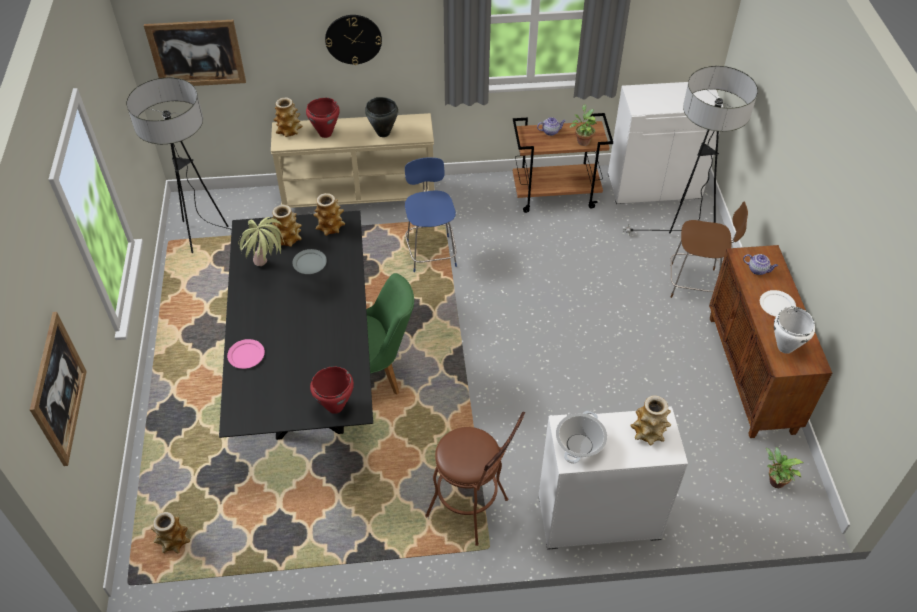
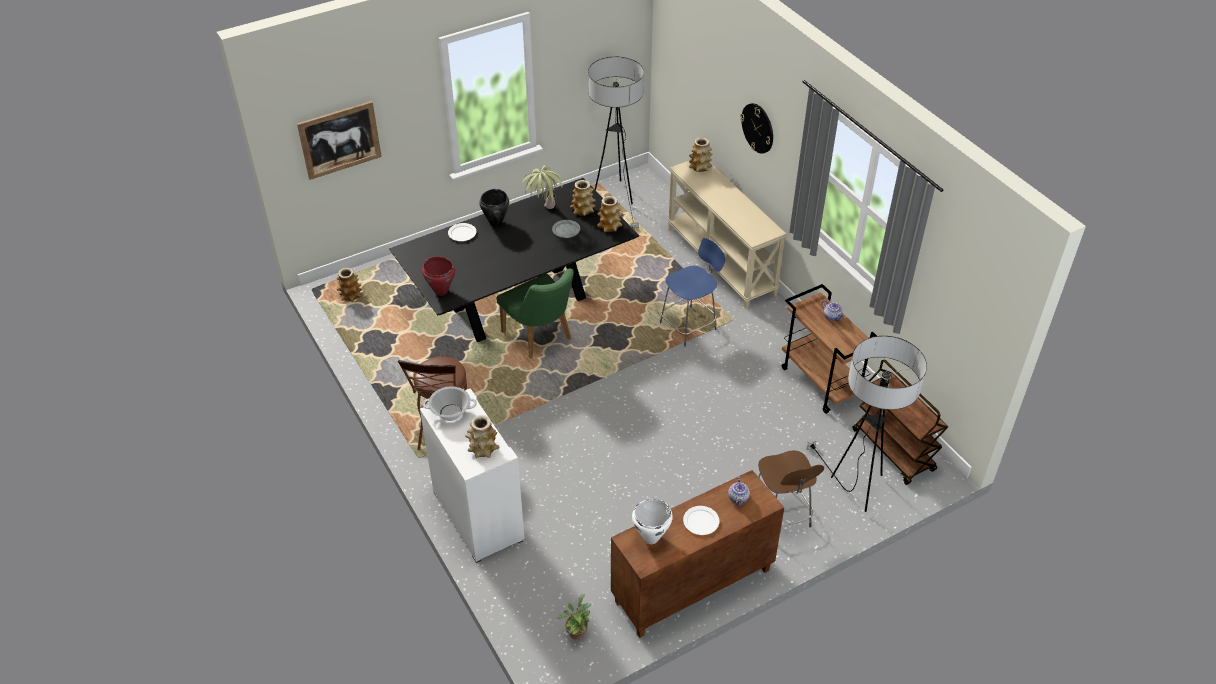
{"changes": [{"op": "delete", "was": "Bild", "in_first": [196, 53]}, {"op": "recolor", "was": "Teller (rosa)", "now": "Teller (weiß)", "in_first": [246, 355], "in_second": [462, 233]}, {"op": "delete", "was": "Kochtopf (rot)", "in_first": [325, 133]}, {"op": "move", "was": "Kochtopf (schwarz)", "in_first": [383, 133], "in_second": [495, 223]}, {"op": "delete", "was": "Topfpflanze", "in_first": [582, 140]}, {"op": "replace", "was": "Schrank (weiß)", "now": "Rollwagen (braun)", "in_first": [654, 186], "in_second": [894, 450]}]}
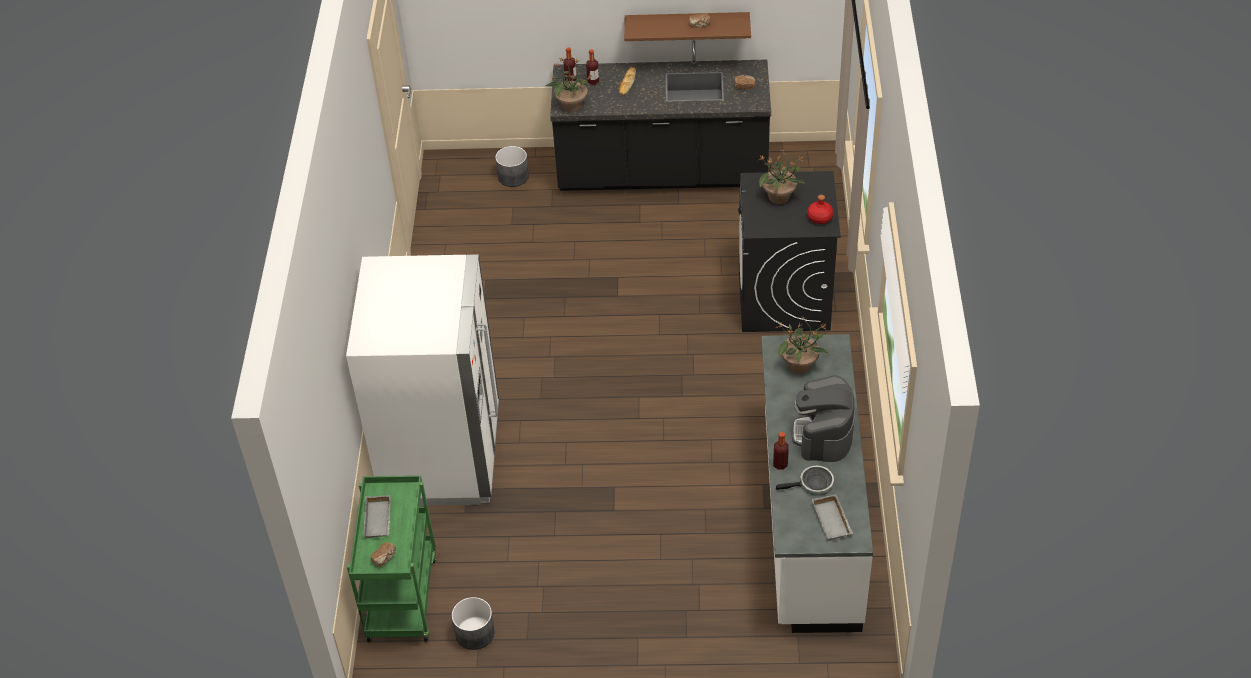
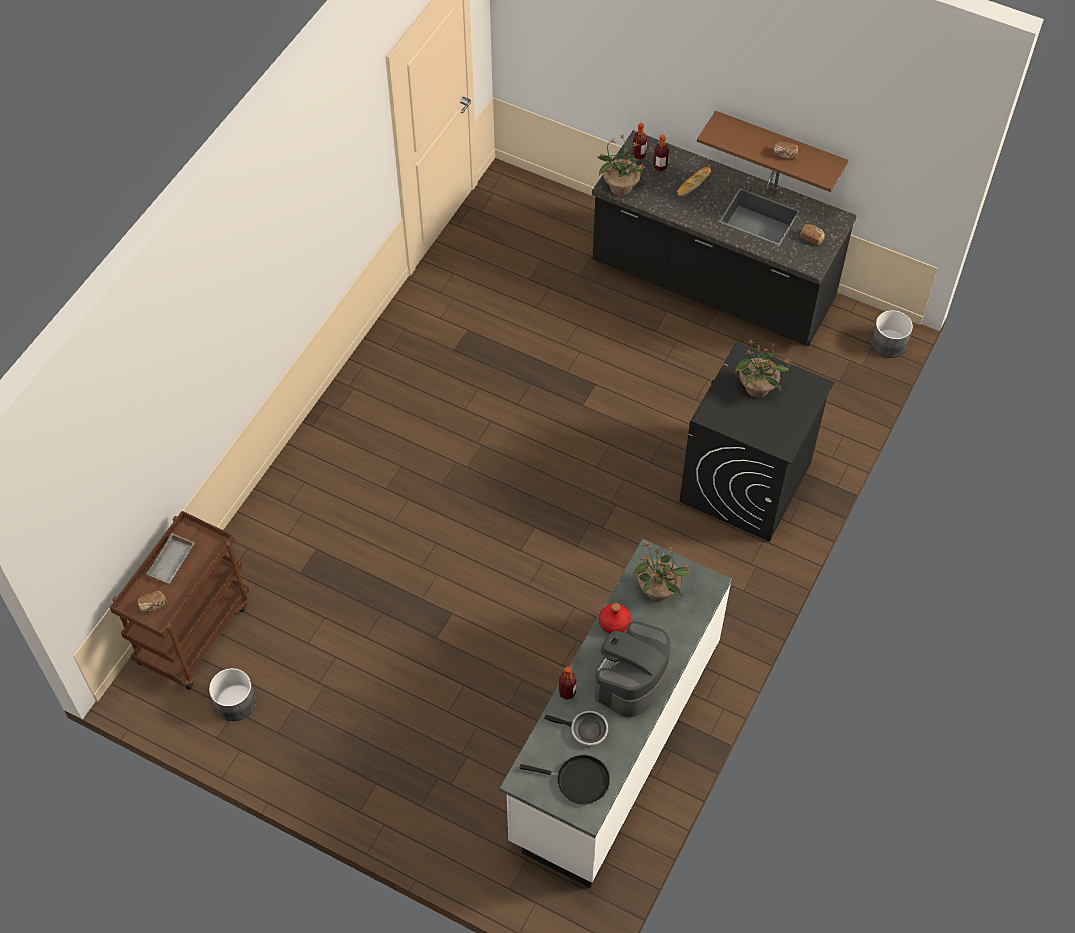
{"changes": [{"op": "delete", "was": "Kühlschrank (weiß)", "in_first": [442, 455]}, {"op": "recolor", "was": "Rollwagen (grün)", "now": "Rollwagen (braun)", "in_first": [401, 596], "in_second": [194, 631]}, {"op": "move", "was": "Pflanzkübel (grau)", "in_first": [513, 177], "in_second": [888, 344]}, {"op": "move", "was": "Flasche (rot)", "in_first": [820, 217], "in_second": [614, 622]}, {"op": "replace", "was": "Tablett (grau)", "now": "Pfanne (schwarz)", "in_first": [833, 520], "in_second": [578, 780]}]}
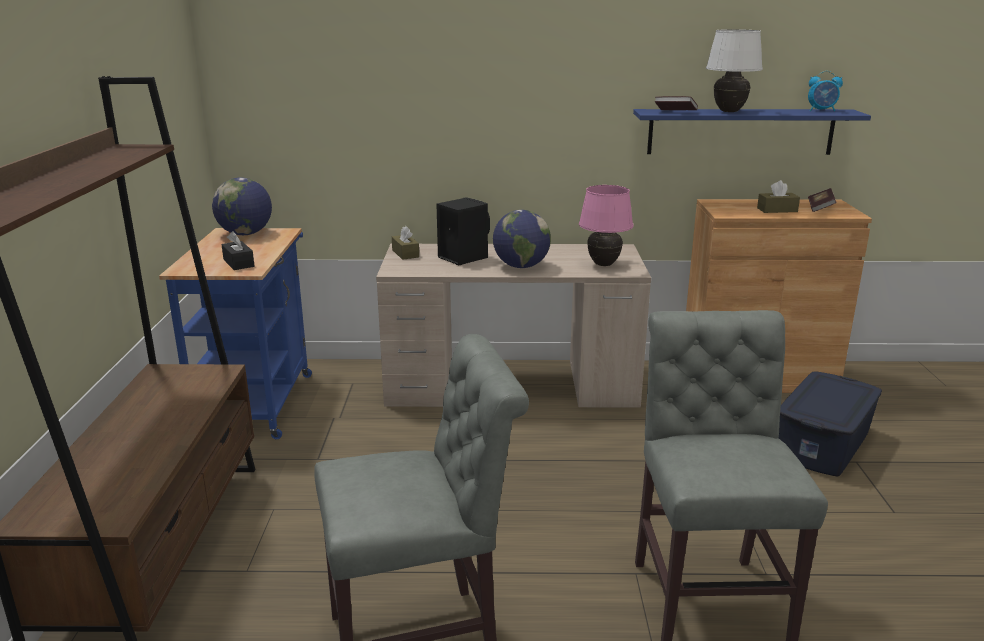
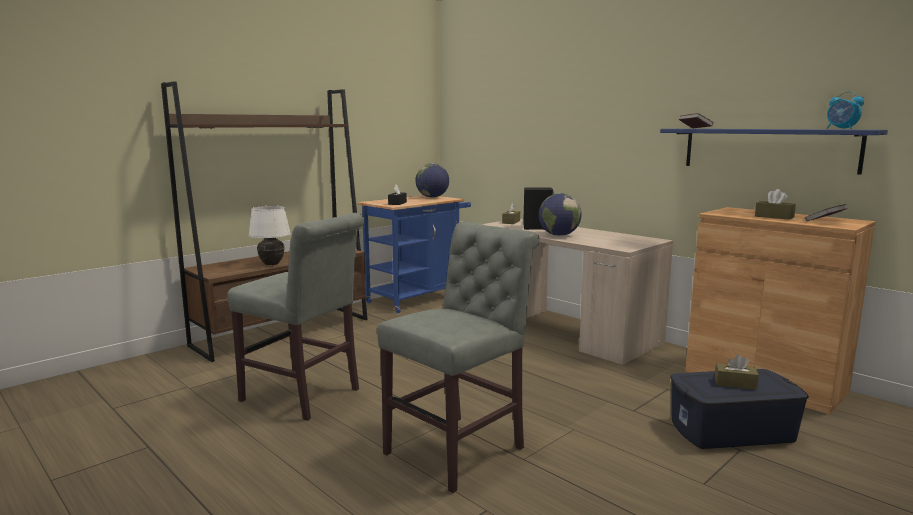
{"changes": [{"op": "delete", "was": "Tischlampe (rosa)", "in_first": [604, 264]}, {"op": "move", "was": "Tischlampe (weiß)", "in_first": [729, 112], "in_second": [272, 264]}, {"op": "insert", "now": "Taschentuchbox (braun)", "in_second": [735, 384]}]}
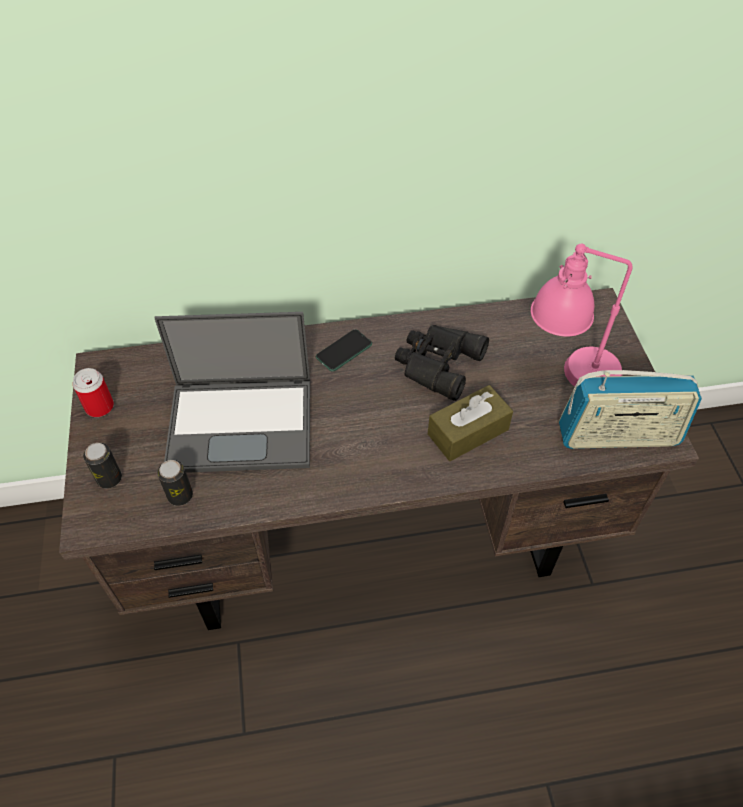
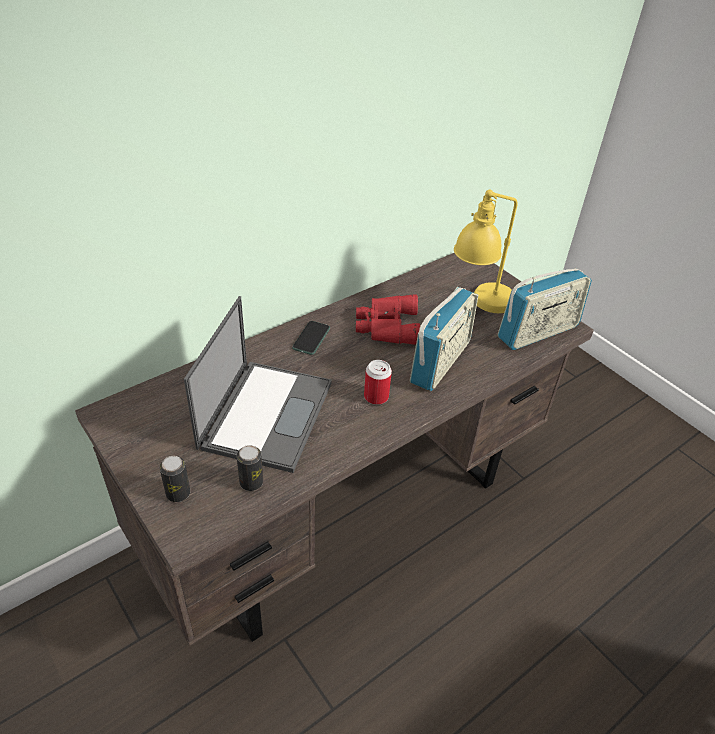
{"changes": [{"op": "move", "was": "Dose", "in_first": [99, 407], "in_second": [376, 397]}, {"op": "rotate", "was": "Laptop", "in_first": [243, 423], "in_second": [266, 413], "clockwise": -45}, {"op": "recolor", "was": "Fernglas (schwarz)", "now": "Fernglas (rot)", "in_first": [436, 363], "in_second": [386, 326]}, {"op": "replace", "was": "Taschentuchbox (braun)", "now": "Radio", "in_first": [468, 432], "in_second": [440, 362]}, {"op": "recolor", "was": "Tischlampe (rosa)", "now": "Tischlampe (gelb)", "in_first": [568, 375], "in_second": [480, 306]}]}
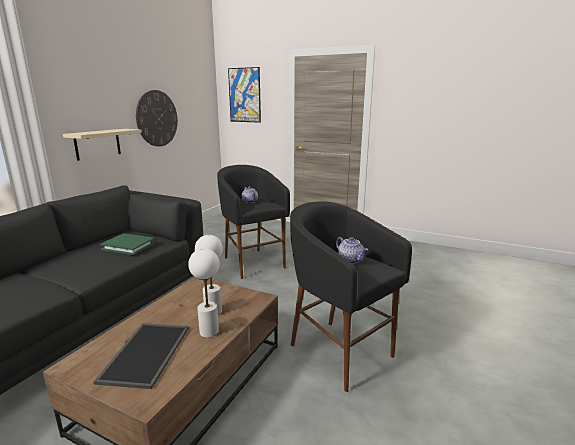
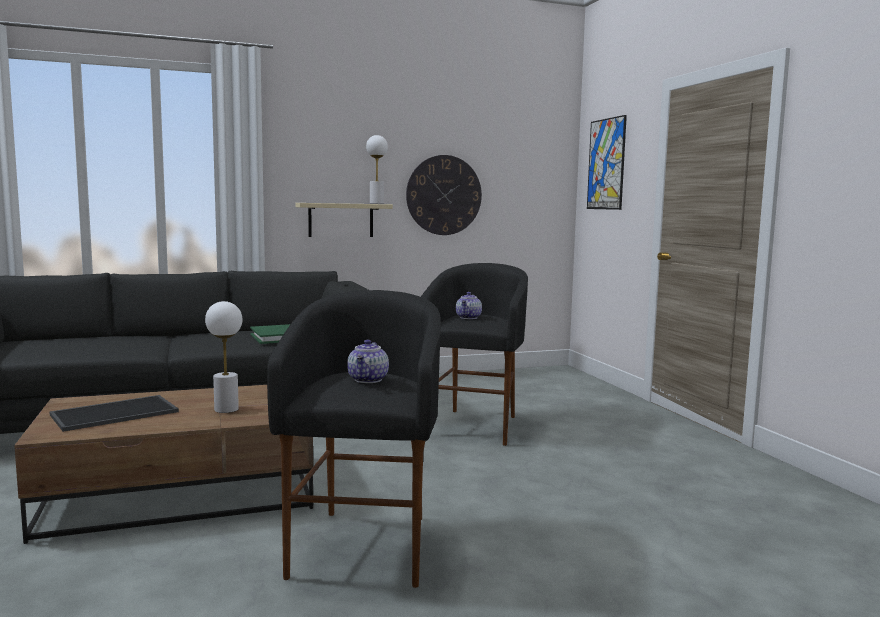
{"changes": [{"op": "move", "was": "Tischlampe (weiß)", "in_first": [209, 331], "in_second": [377, 203]}]}
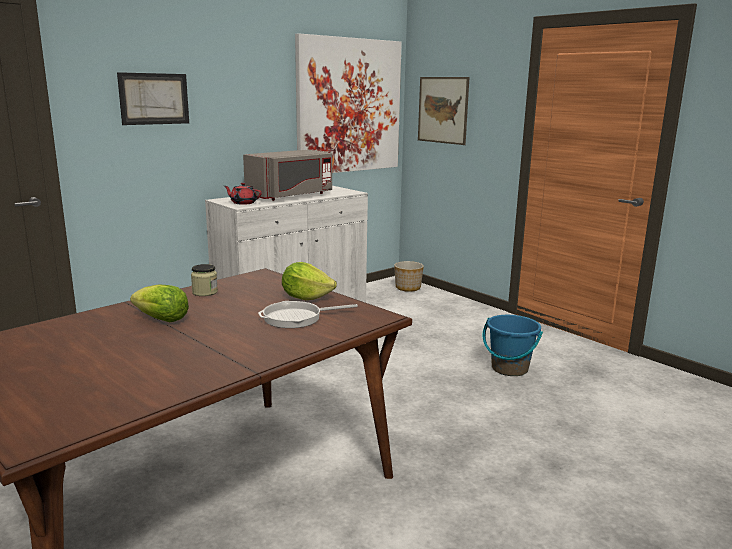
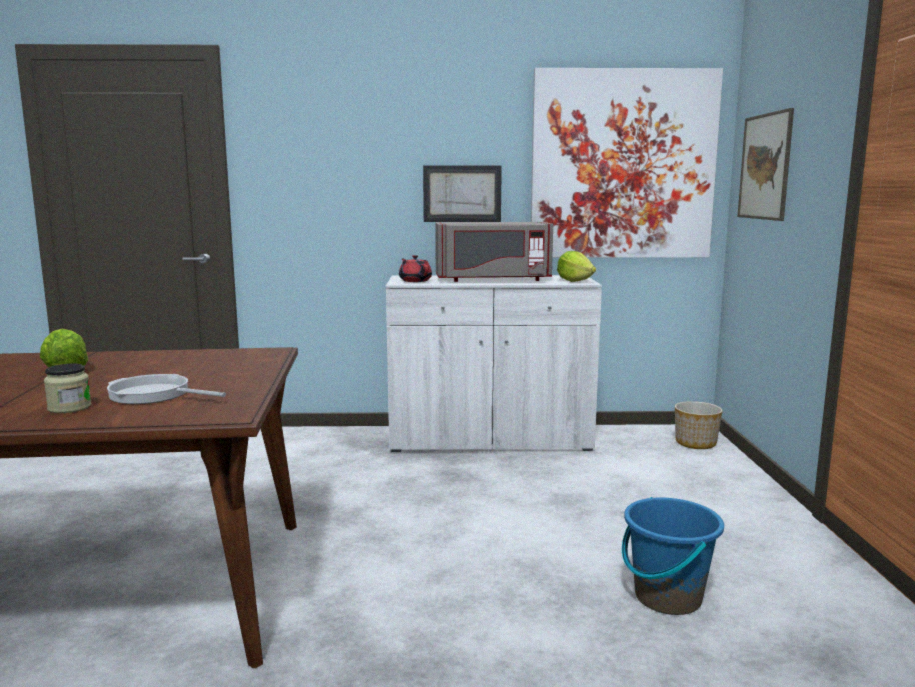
{"changes": [{"op": "move", "was": "Bild", "in_first": [154, 99], "in_second": [462, 193]}, {"op": "move", "was": "Vorratsglas", "in_first": [205, 292], "in_second": [69, 408]}, {"op": "move", "was": "Salatkopf", "in_first": [306, 297], "in_second": [575, 281]}]}
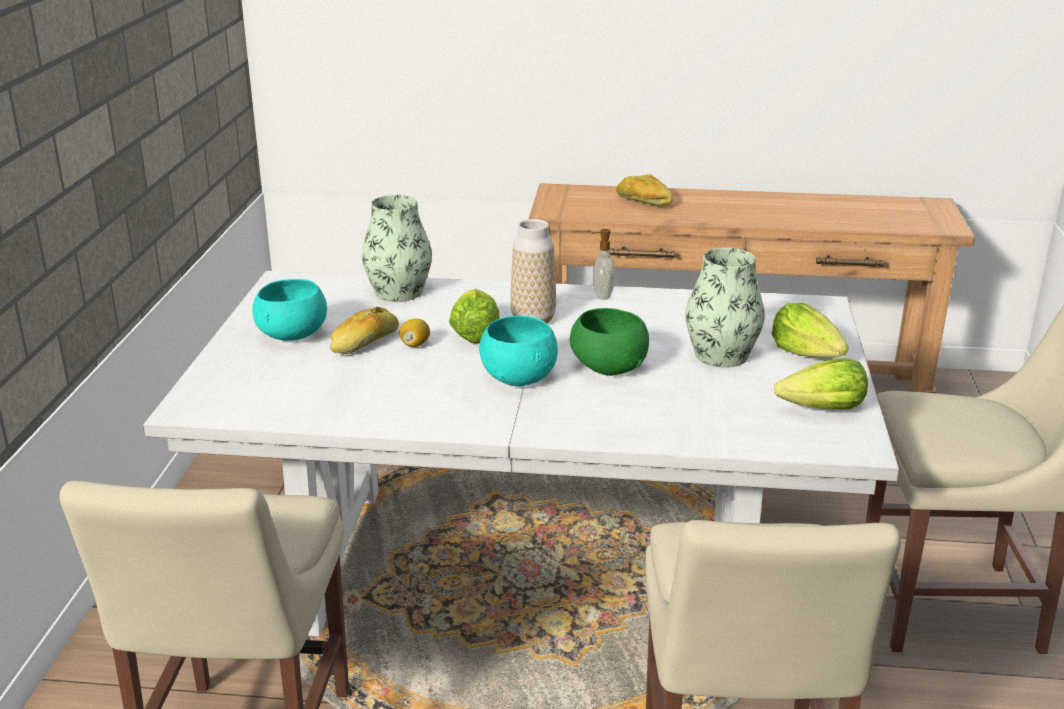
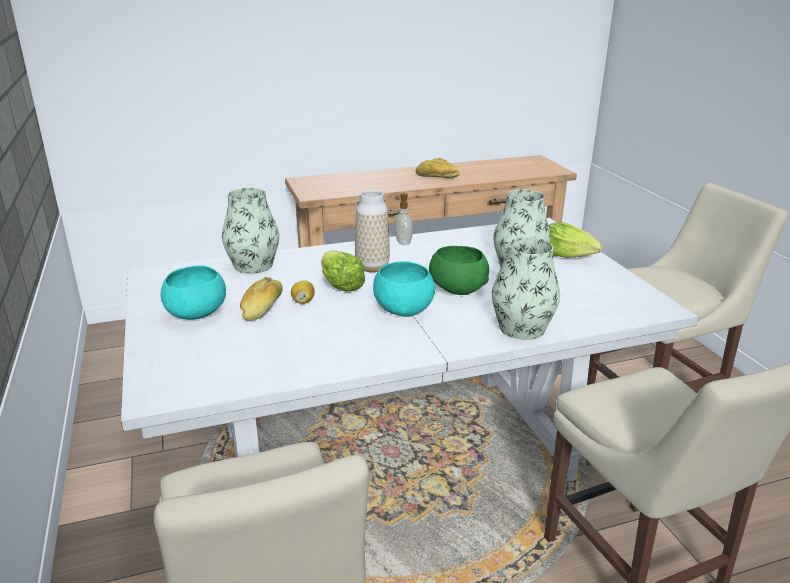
{"changes": [{"op": "move", "was": "Brot", "in_first": [643, 201], "in_second": [437, 177]}, {"op": "delete", "was": "Salatkopf", "in_first": [823, 409]}, {"op": "insert", "now": "Vase", "in_second": [522, 328]}]}
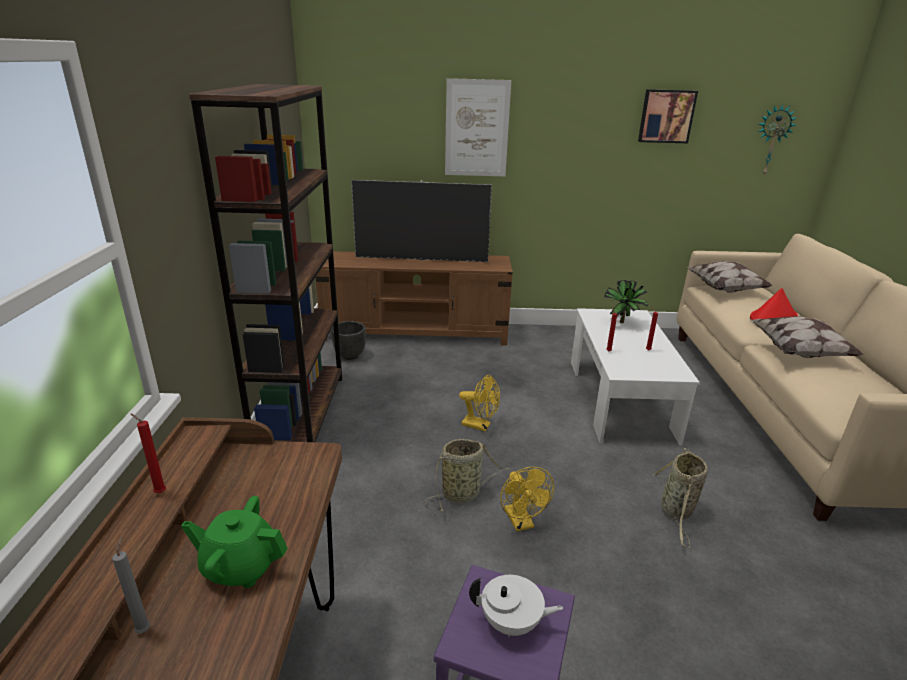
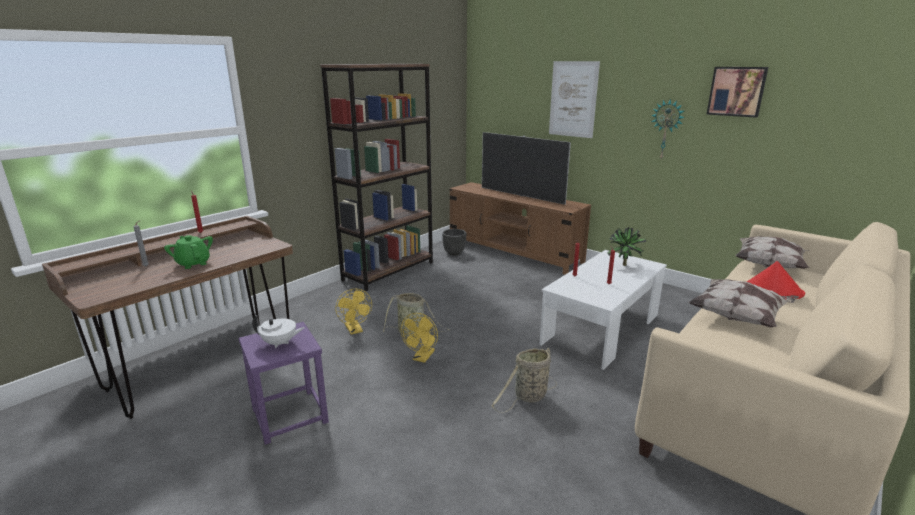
{"changes": [{"op": "move", "was": "Ventilator (gelb)", "in_first": [480, 425], "in_second": [355, 330]}, {"op": "rotate", "was": "Teekanne (weiß)", "in_first": [511, 623], "in_second": [280, 343], "clockwise": -45}, {"op": "move", "was": "Wanduhr", "in_first": [771, 140], "in_second": [666, 129]}]}
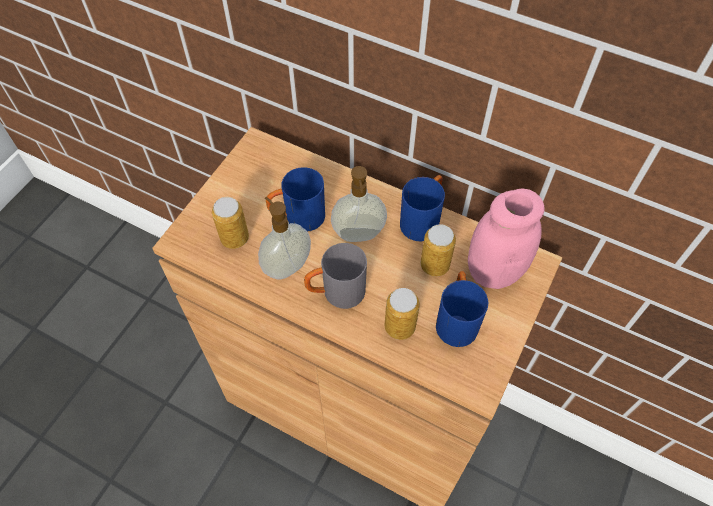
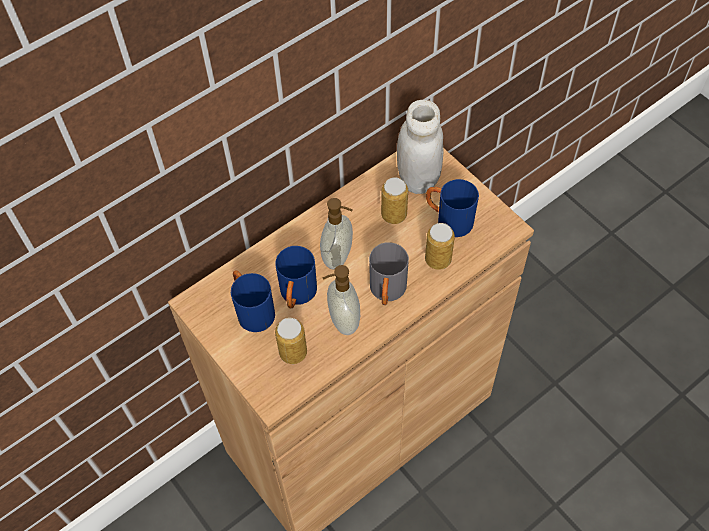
{"changes": [{"op": "move", "was": "Henkelbecher (blau)", "in_first": [423, 220], "in_second": [252, 310]}, {"op": "recolor", "was": "Vorratsglas (rosa)", "now": "Vorratsglas (weiß)", "in_first": [494, 271], "in_second": [418, 179]}]}
